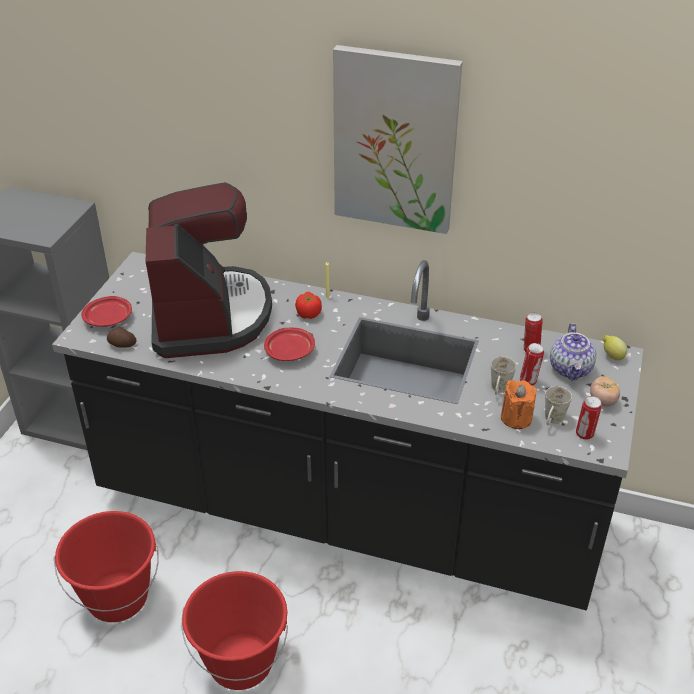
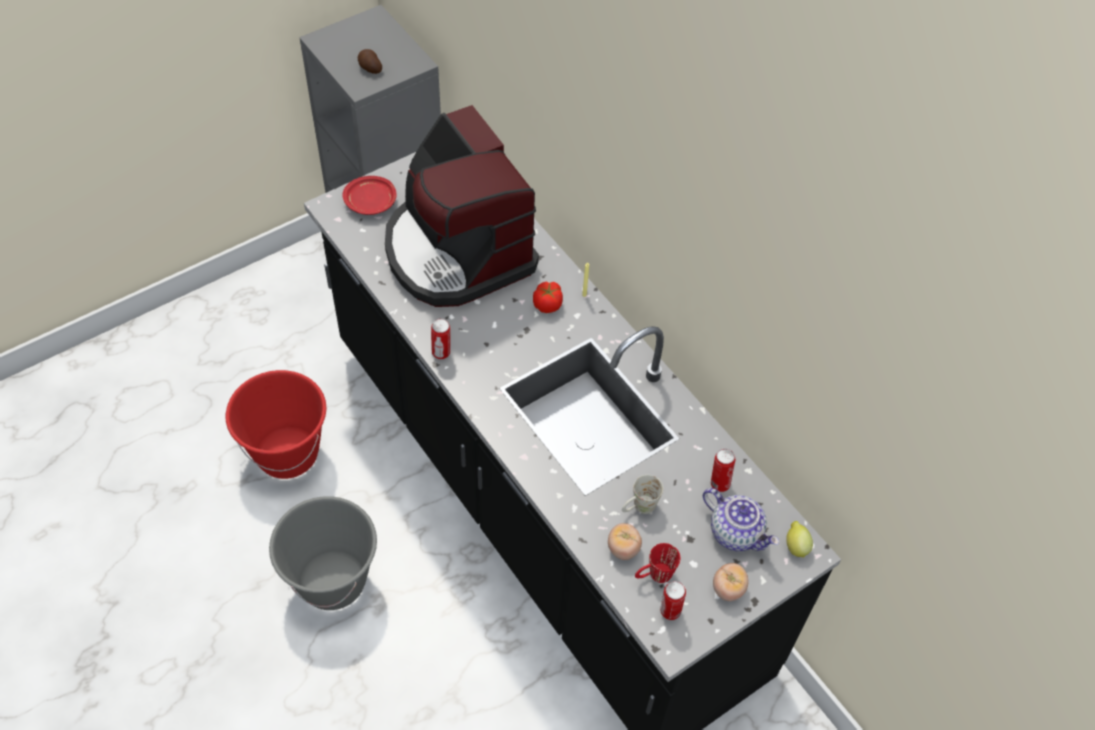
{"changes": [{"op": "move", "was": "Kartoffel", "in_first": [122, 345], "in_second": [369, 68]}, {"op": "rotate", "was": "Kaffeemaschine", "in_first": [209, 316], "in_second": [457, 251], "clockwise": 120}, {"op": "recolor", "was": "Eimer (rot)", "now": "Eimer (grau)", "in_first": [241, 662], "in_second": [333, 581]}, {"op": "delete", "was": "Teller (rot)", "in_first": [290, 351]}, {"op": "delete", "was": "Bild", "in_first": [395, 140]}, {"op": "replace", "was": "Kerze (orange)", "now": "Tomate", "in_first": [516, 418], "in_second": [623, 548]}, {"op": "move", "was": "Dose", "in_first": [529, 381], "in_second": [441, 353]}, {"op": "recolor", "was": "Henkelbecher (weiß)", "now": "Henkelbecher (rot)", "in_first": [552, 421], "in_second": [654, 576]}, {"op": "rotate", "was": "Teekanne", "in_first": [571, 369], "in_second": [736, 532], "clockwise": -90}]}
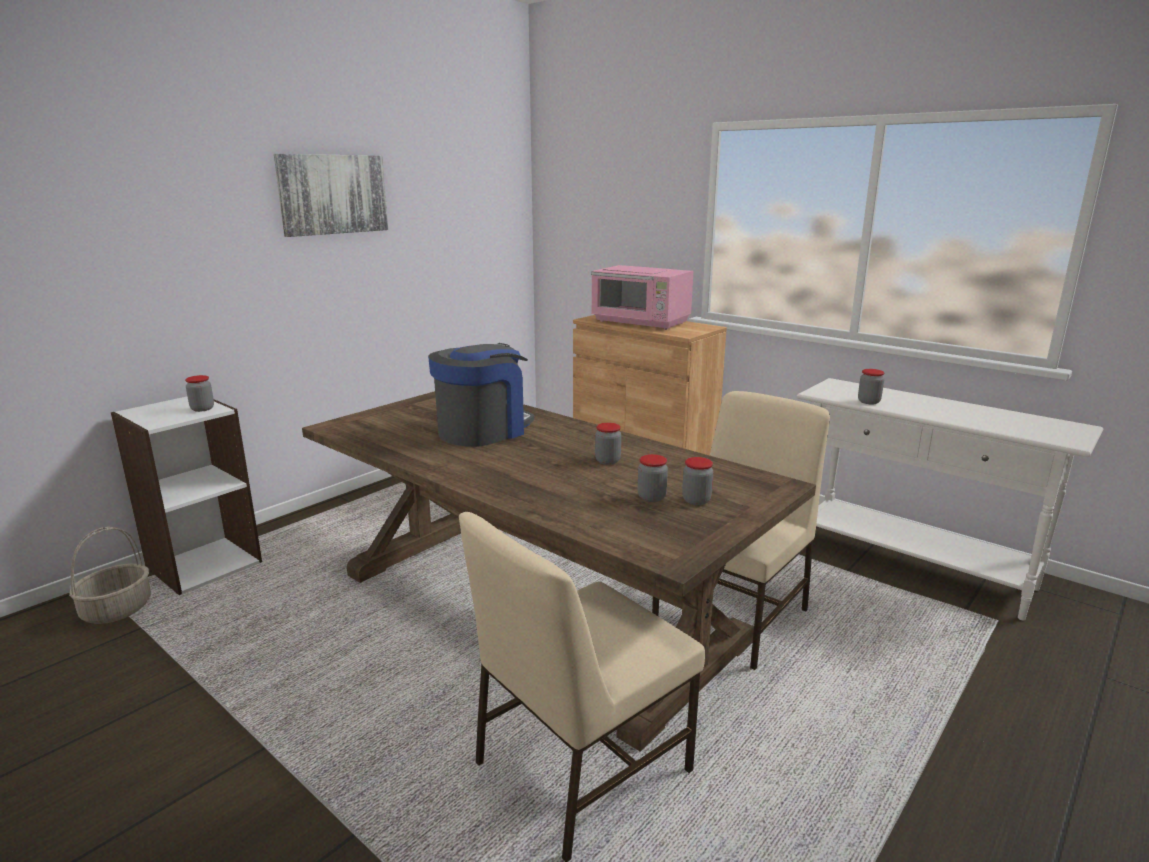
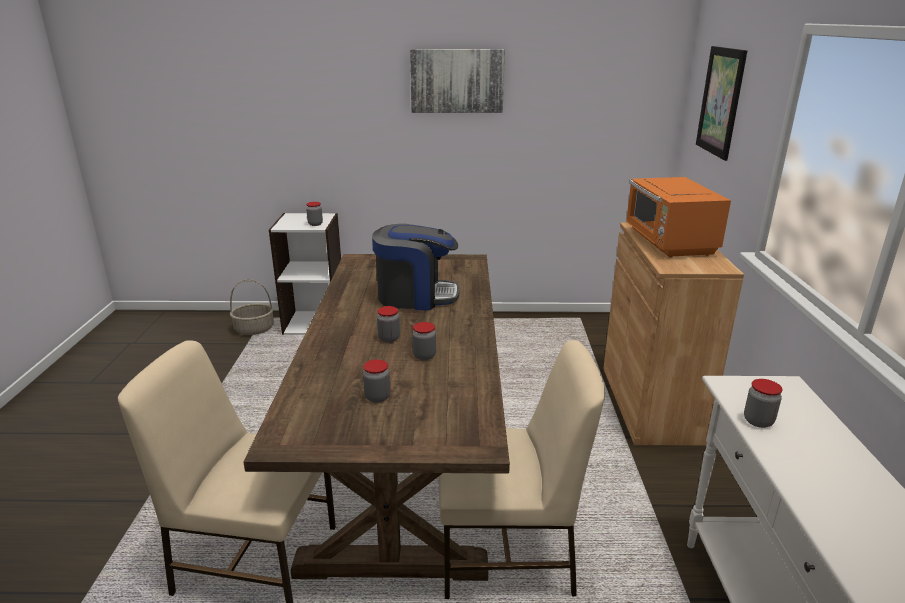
{"changes": [{"op": "recolor", "was": "Mikrowelle (rosa)", "now": "Mikrowelle (orange)", "in_first": [641, 322], "in_second": [669, 243]}, {"op": "move", "was": "Vorratsglas", "in_first": [696, 500], "in_second": [389, 338]}, {"op": "insert", "now": "Bild", "in_second": [720, 101]}]}
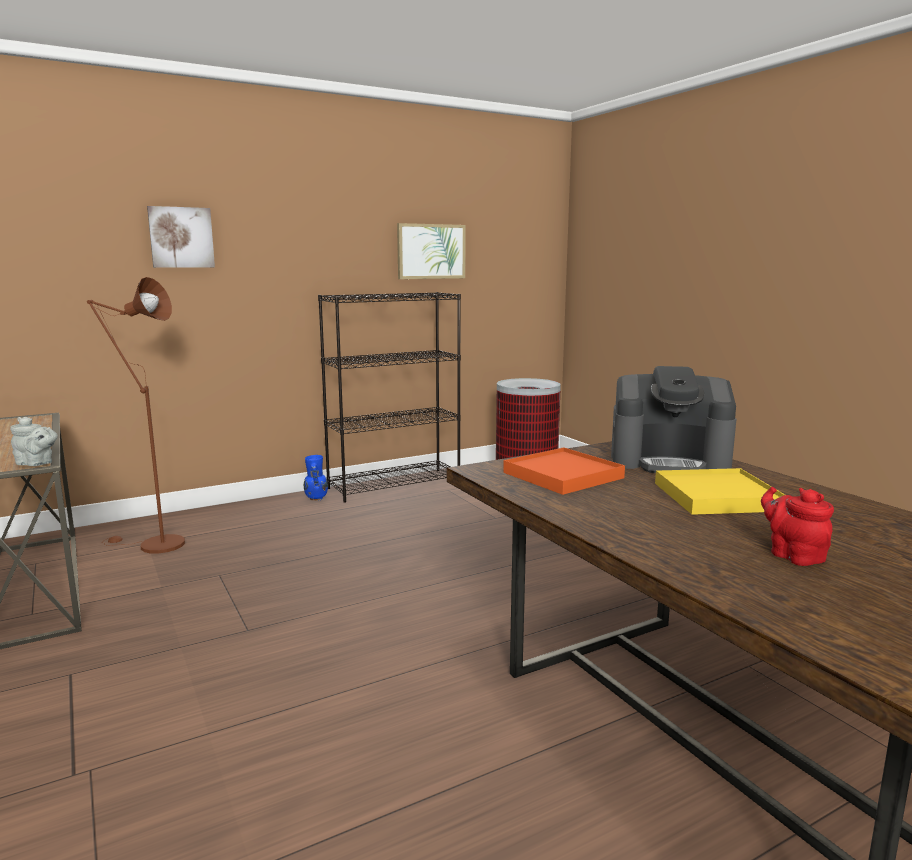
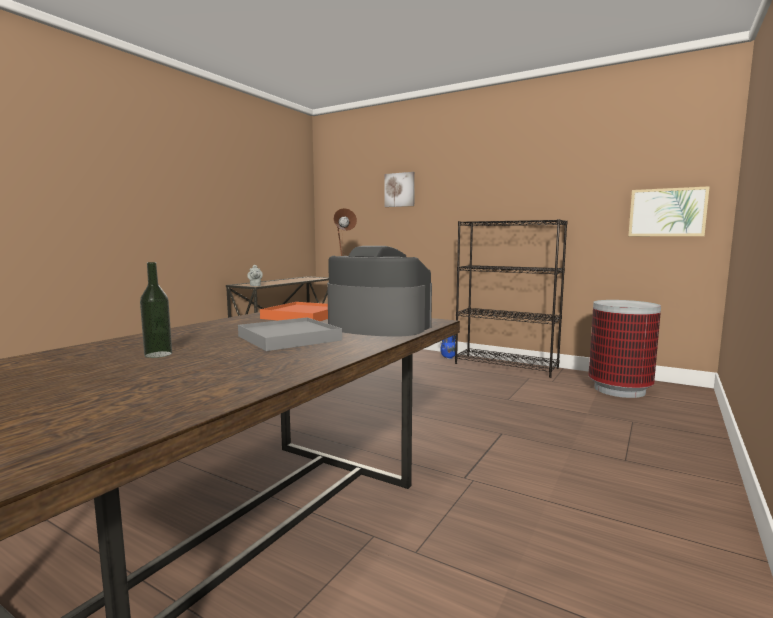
{"changes": [{"op": "move", "was": "Bild", "in_first": [431, 251], "in_second": [667, 212]}, {"op": "rotate", "was": "Kaffeemaschine", "in_first": [669, 461], "in_second": [378, 327], "clockwise": 135}, {"op": "recolor", "was": "Tablett (gelb)", "now": "Tablett (grau)", "in_first": [717, 497], "in_second": [288, 338]}, {"op": "replace", "was": "Teekanne (rot)", "now": "Flasche", "in_first": [793, 555], "in_second": [158, 354]}]}
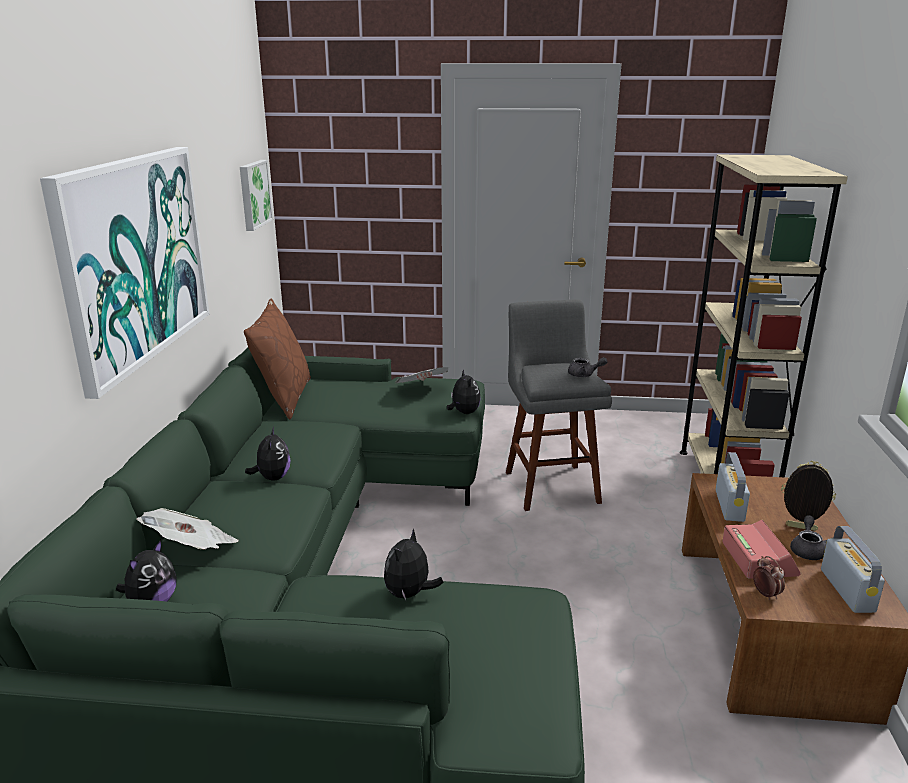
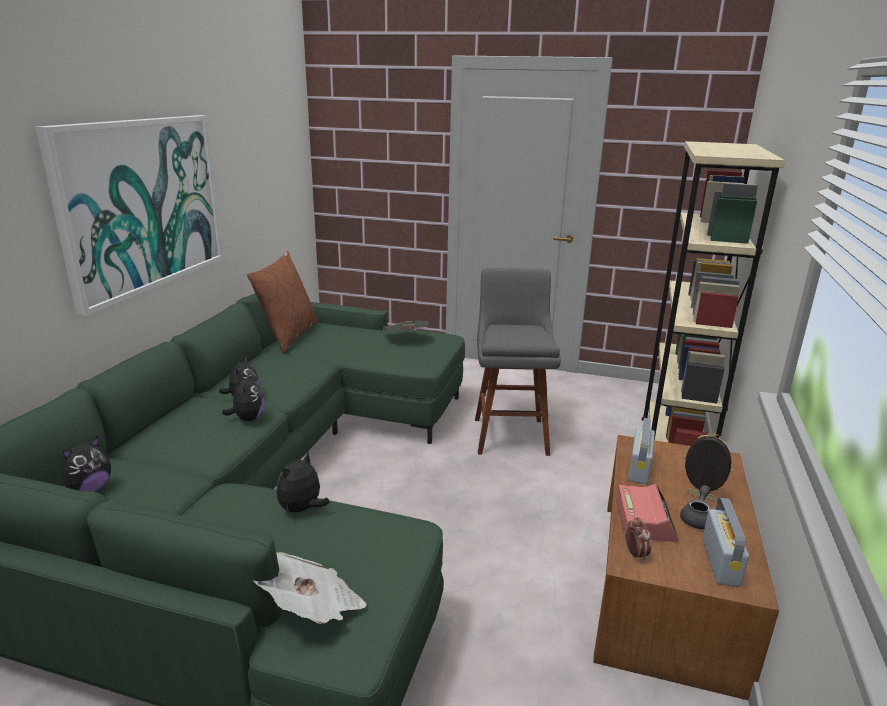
{"changes": [{"op": "move", "was": "Zeitung", "in_first": [192, 548], "in_second": [312, 609]}, {"op": "delete", "was": "Bild", "in_first": [253, 194]}, {"op": "move", "was": "Plüschtier", "in_first": [464, 412], "in_second": [248, 419]}, {"op": "delete", "was": "Teekanne (grau)", "in_first": [584, 375]}]}
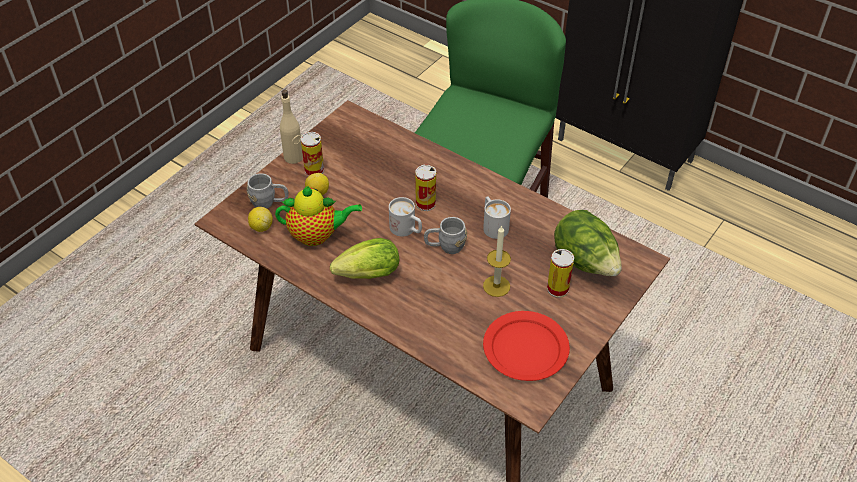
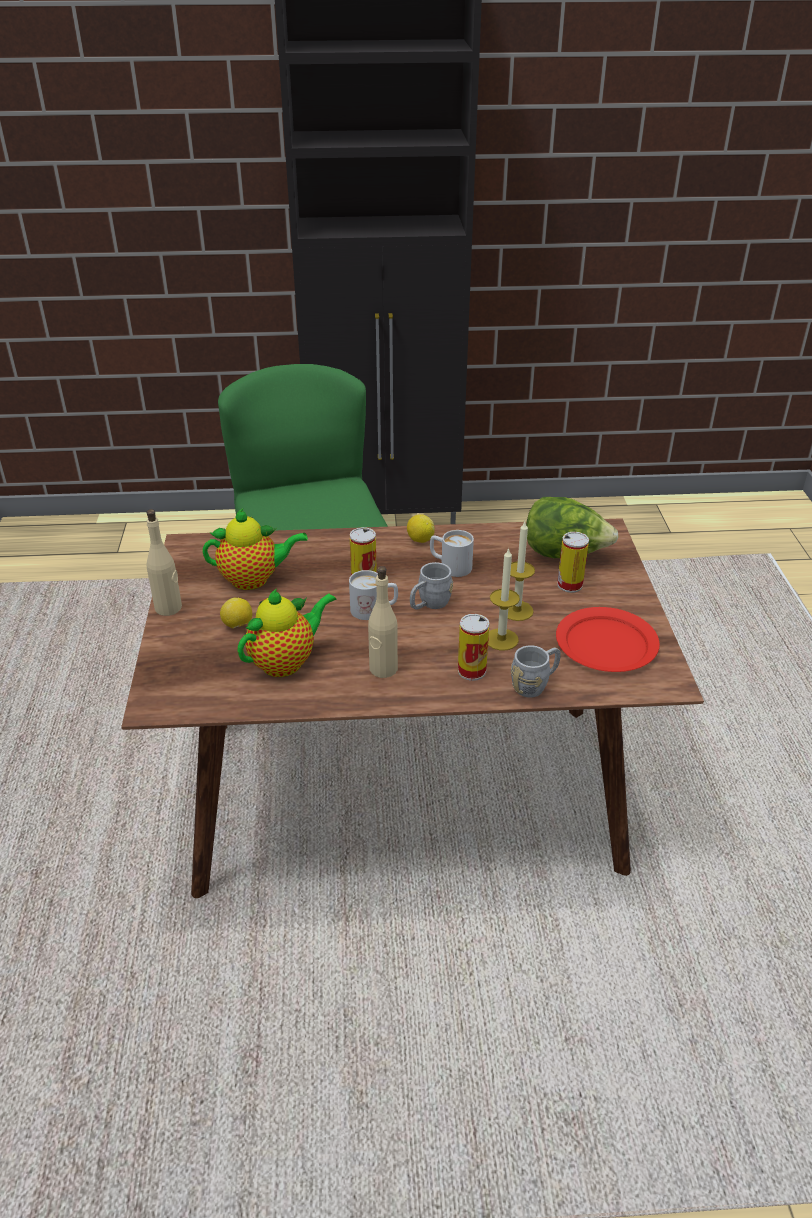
{"changes": [{"op": "move", "was": "Henkelbecher (grau)", "in_first": [269, 202], "in_second": [535, 684]}, {"op": "move", "was": "Zitrone", "in_first": [261, 227], "in_second": [420, 540]}, {"op": "move", "was": "Dose", "in_first": [314, 170], "in_second": [471, 671]}, {"op": "replace", "was": "Salatkopf", "now": "Flasche (beige)", "in_first": [365, 275], "in_second": [383, 669]}, {"op": "insert", "now": "Teekanne", "in_second": [254, 579]}, {"op": "insert", "now": "Kerze", "in_second": [501, 639]}]}
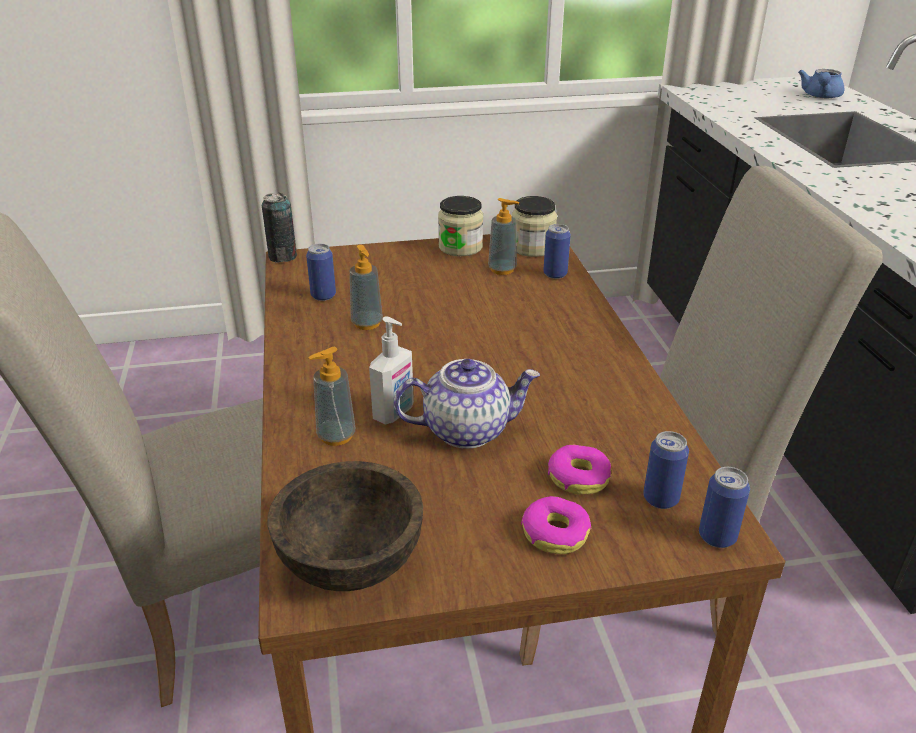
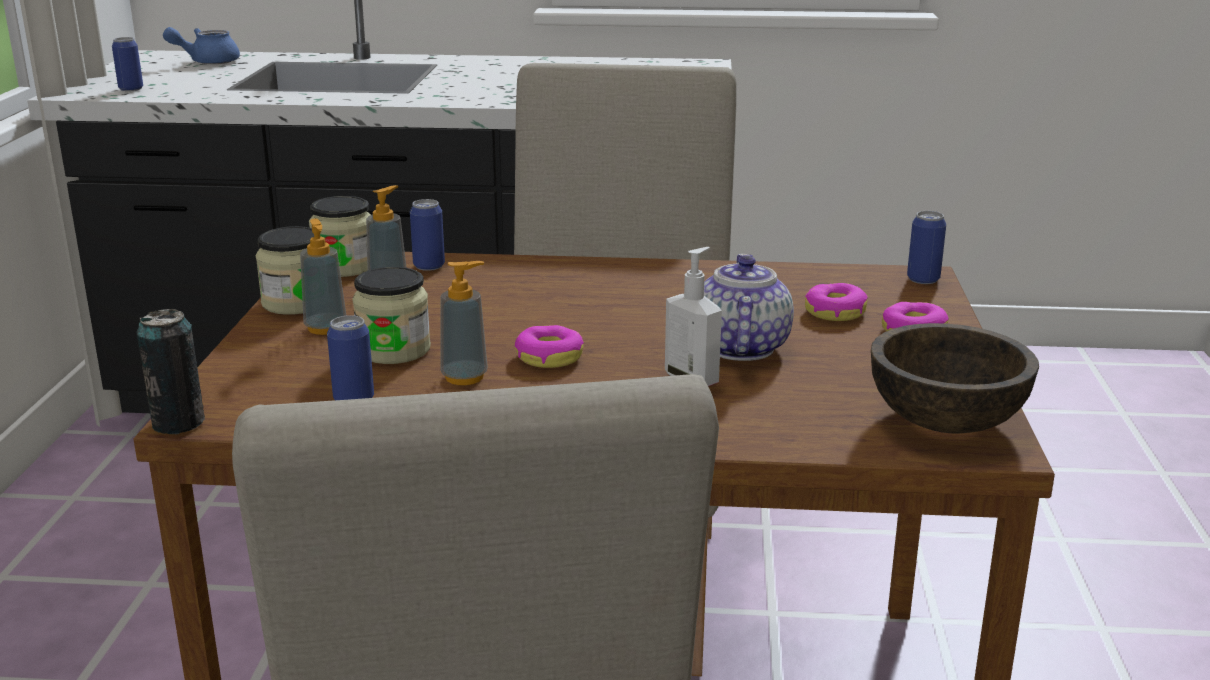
{"changes": [{"op": "move", "was": "Seifenspender", "in_first": [336, 436], "in_second": [326, 328]}, {"op": "move", "was": "Dose", "in_first": [660, 499], "in_second": [131, 89]}, {"op": "rotate", "was": "Teekanne (blau)", "in_first": [820, 96], "in_second": [207, 62], "clockwise": 105}, {"op": "insert", "now": "Vorratsglas", "in_second": [394, 350]}, {"op": "insert", "now": "Donut", "in_second": [549, 357]}]}
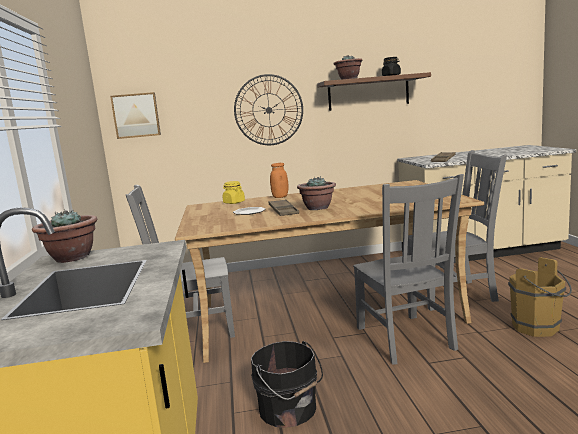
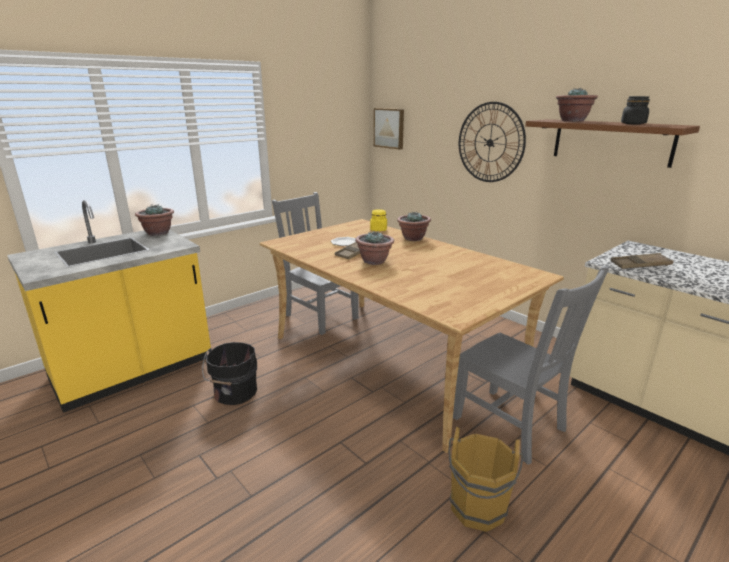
{"changes": [{"op": "replace", "was": "Vorratsglas (orange)", "now": "Topfpflanze", "in_first": [280, 197], "in_second": [413, 238]}, {"op": "delete", "was": "Stuhl (grau)", "in_first": [406, 340]}]}
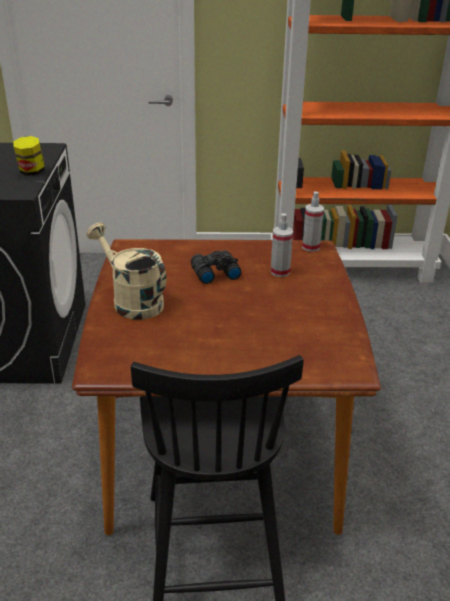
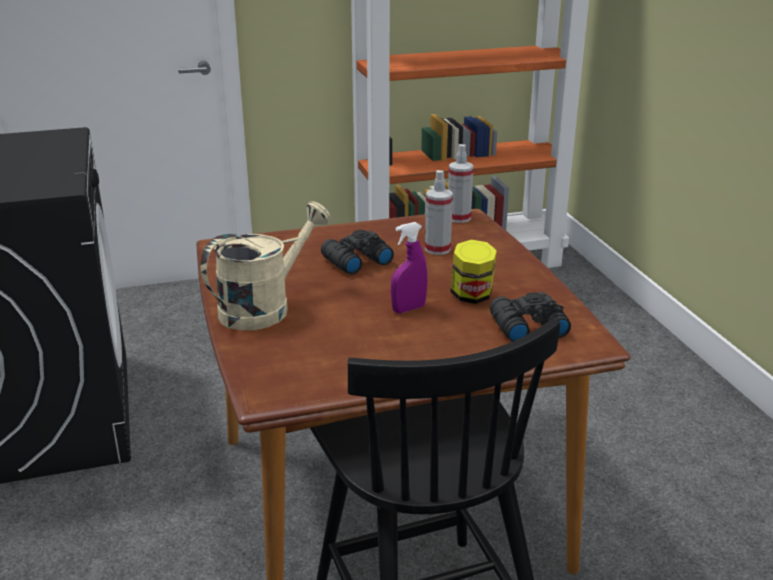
{"changes": [{"op": "move", "was": "Vorratsglas", "in_first": [31, 172], "in_second": [471, 296]}, {"op": "rotate", "was": "Gießkanne (beige)", "in_first": [132, 301], "in_second": [264, 307], "clockwise": 105}, {"op": "insert", "now": "Sprühflasche (lila)", "in_second": [408, 309]}, {"op": "insert", "now": "Fernglas (schwarz)", "in_second": [526, 326]}]}
